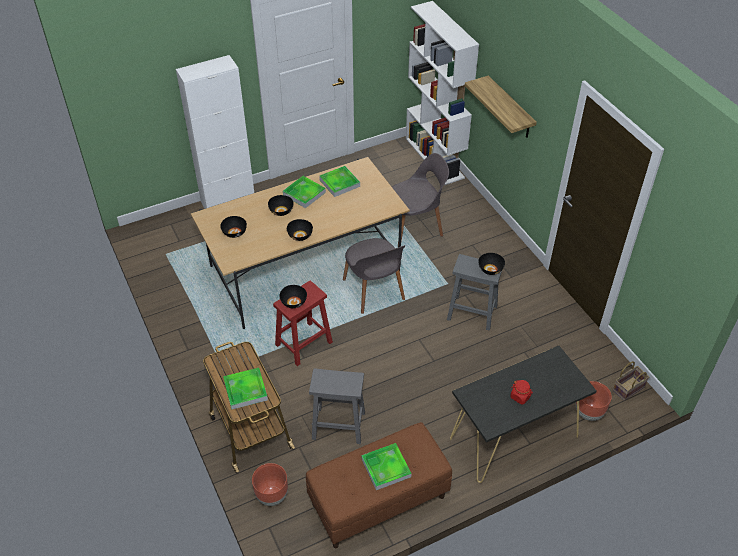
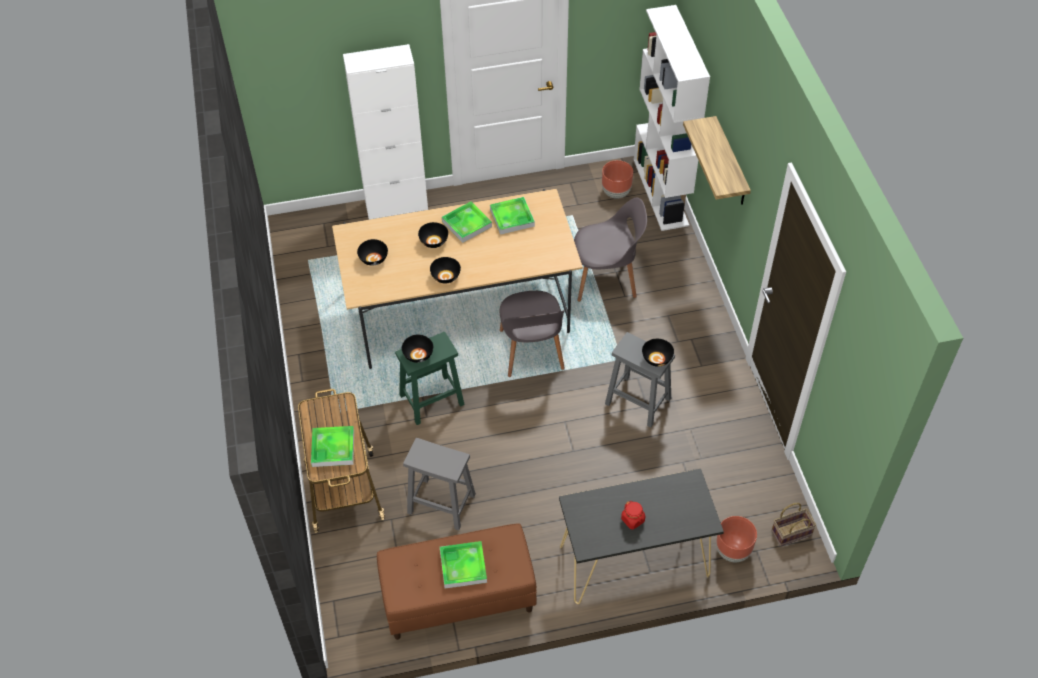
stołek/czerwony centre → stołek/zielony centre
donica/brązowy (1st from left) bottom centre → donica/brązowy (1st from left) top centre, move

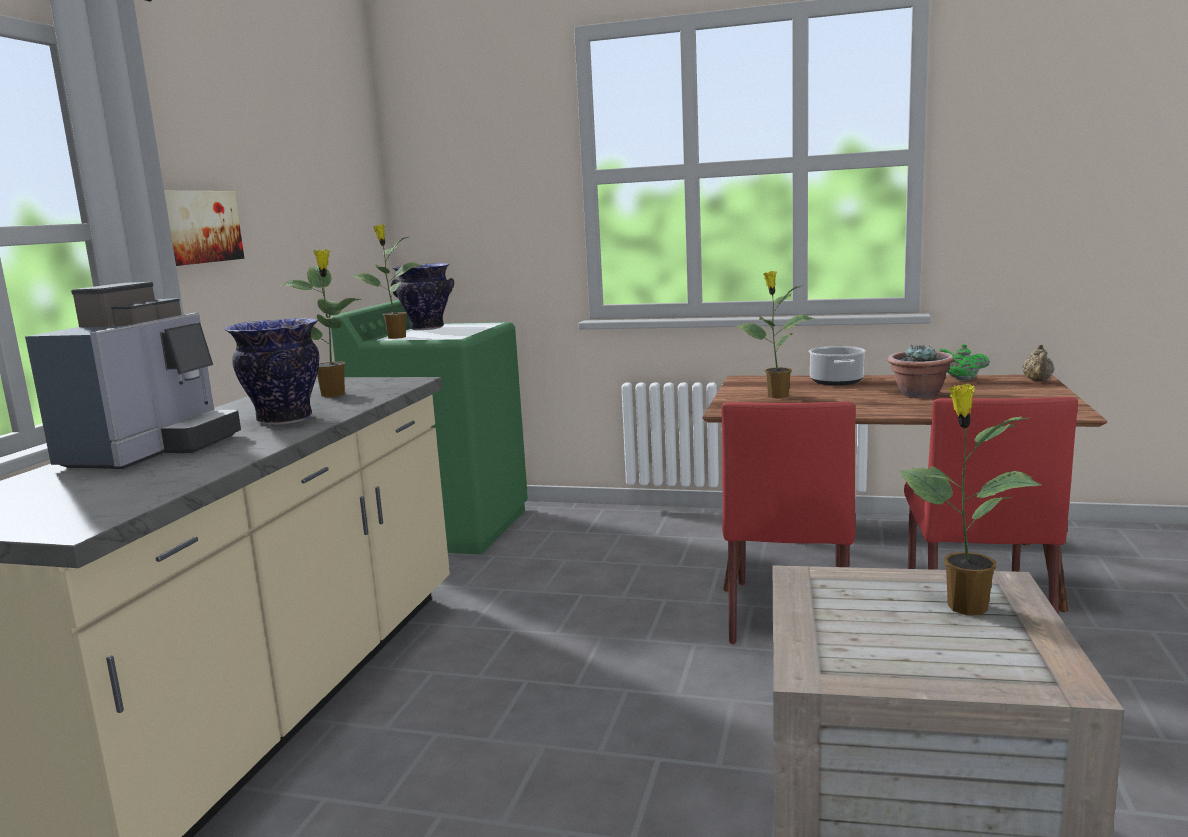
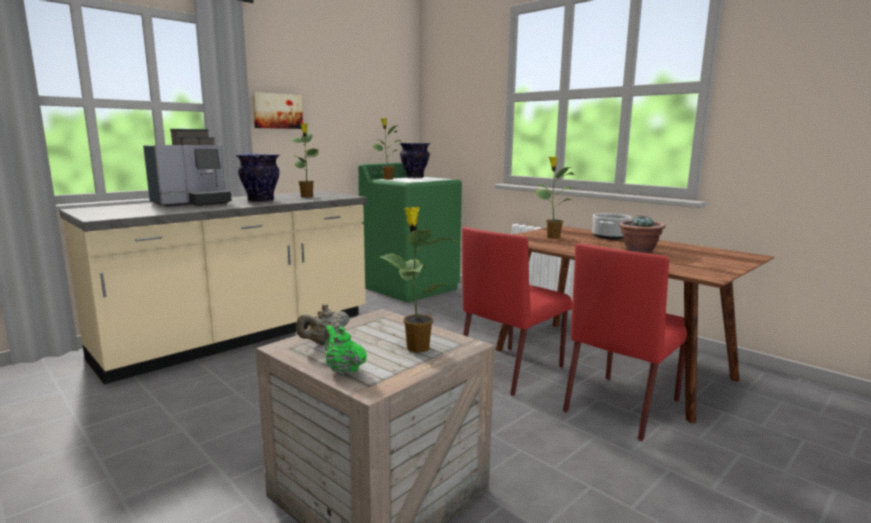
imbryk/beżowy middle right → imbryk/beżowy centre, move
imbryk/zielony middle right → imbryk/zielony bottom centre, move

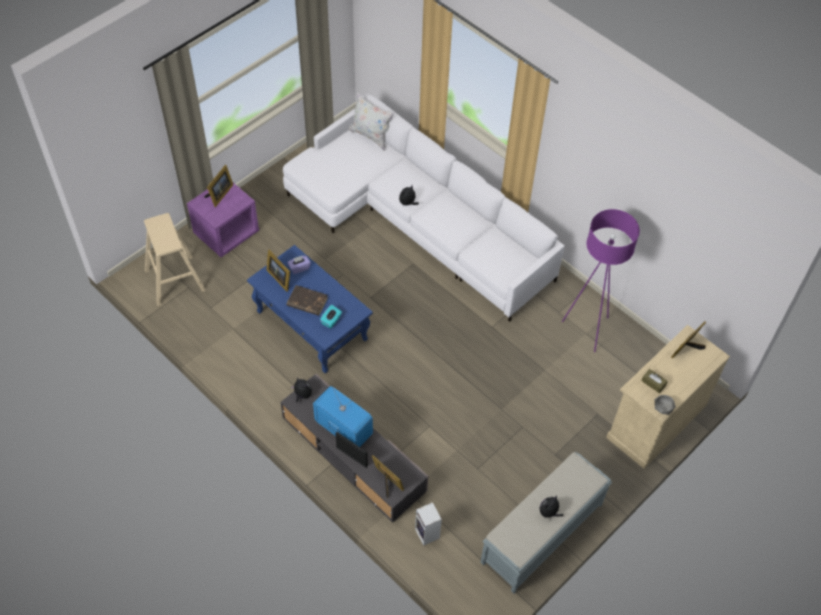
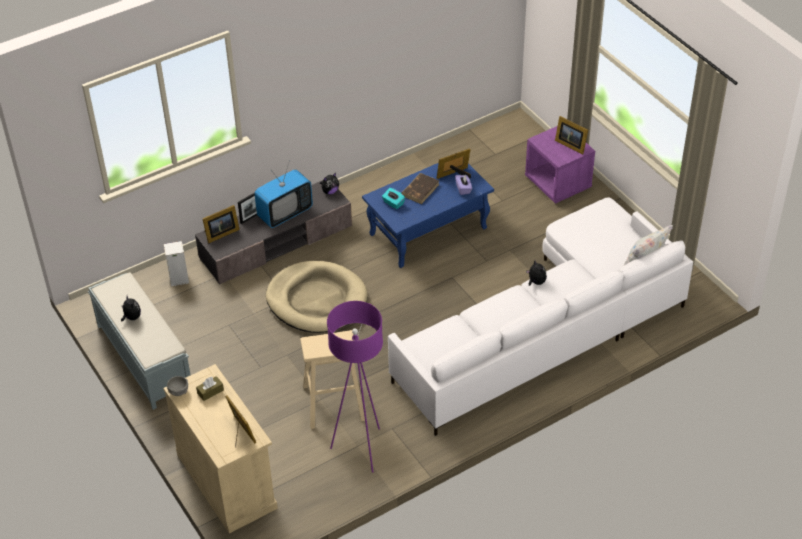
- → legowisko/beżowy centre
stołek/beżowy middle left → stołek/beżowy bottom centre, move

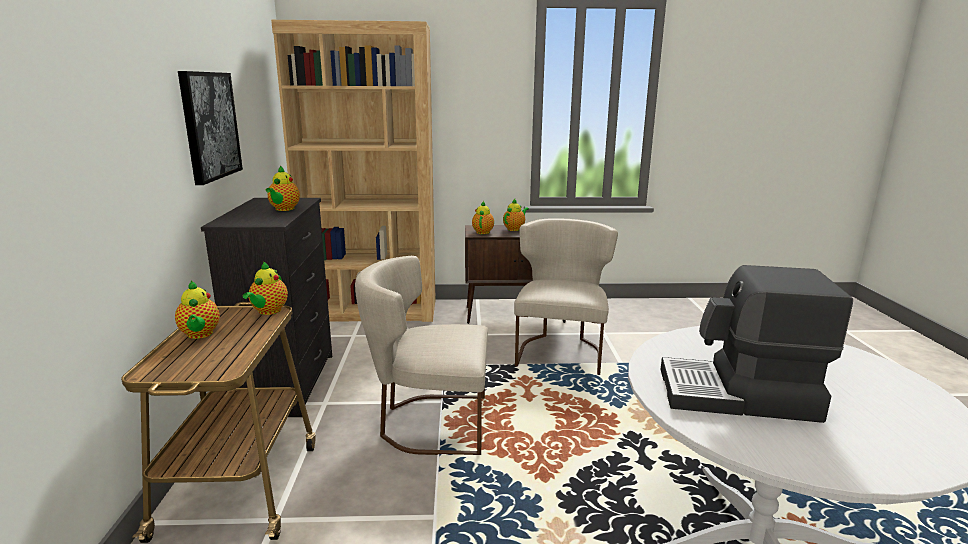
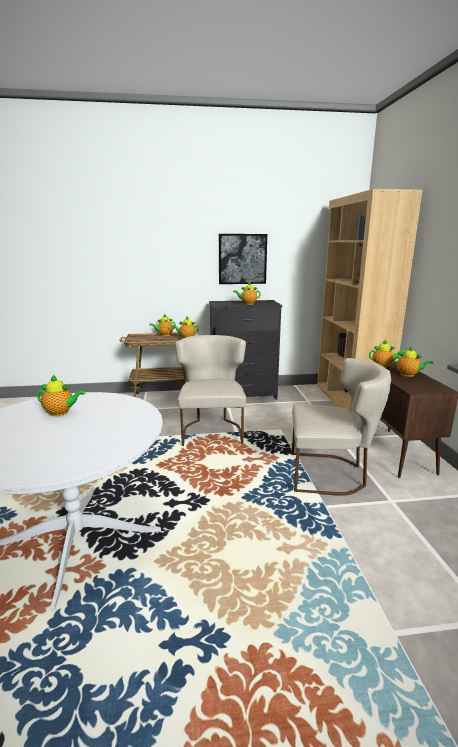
ekspres do kawy middle right → imbryk (1st from left) middle left

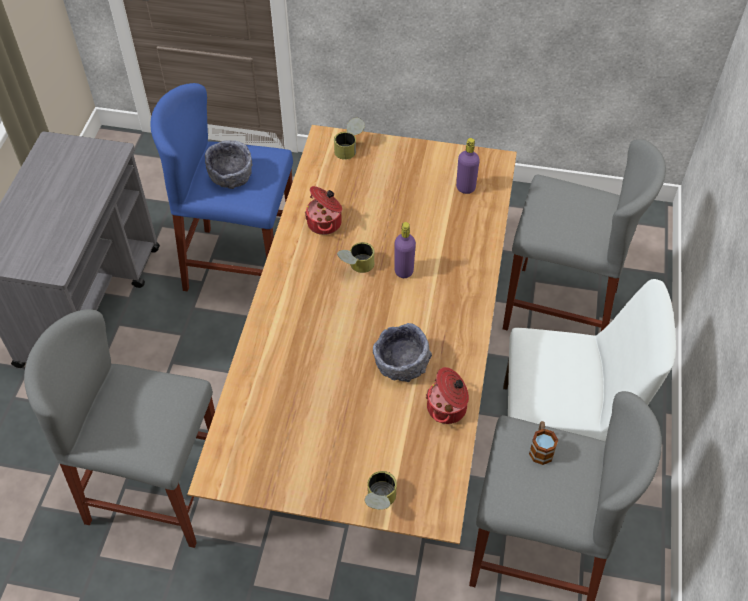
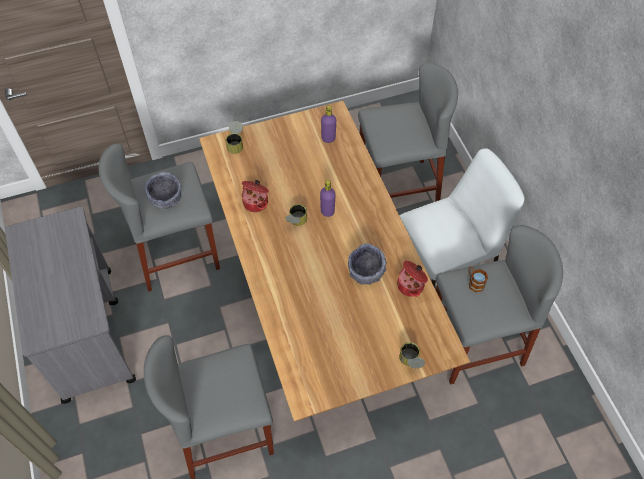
stołek/niebieski top left → stołek/szary (1st from left) middle left

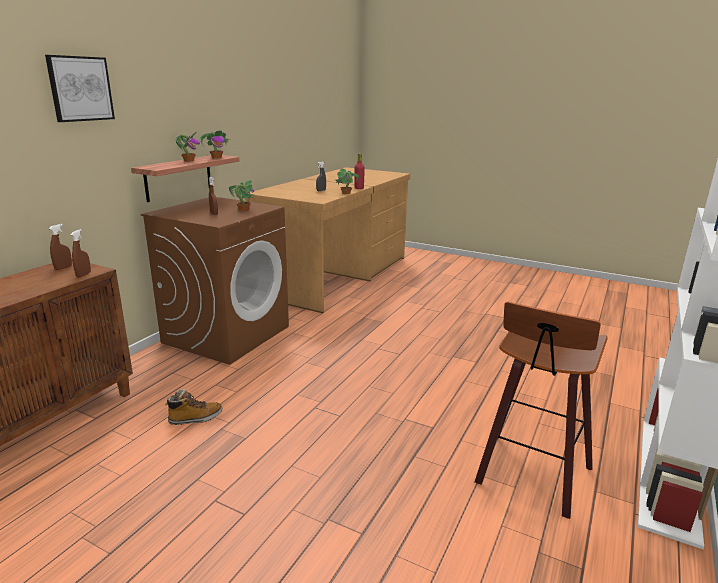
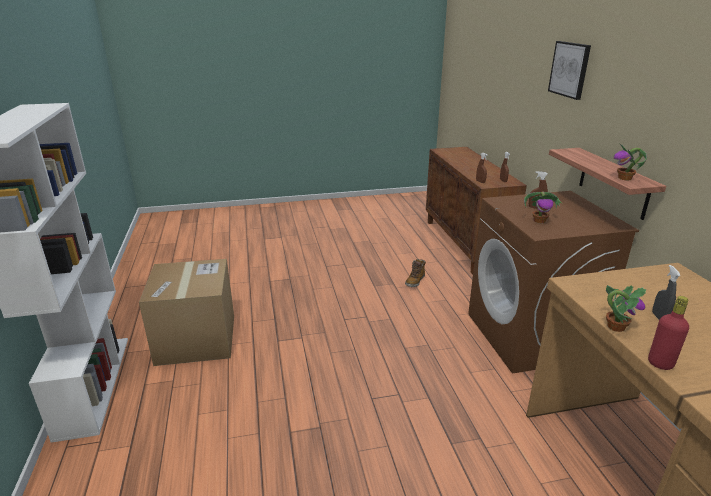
stołek bottom right → karton middle left
roślina doniczkowa (1st from left) top left → -

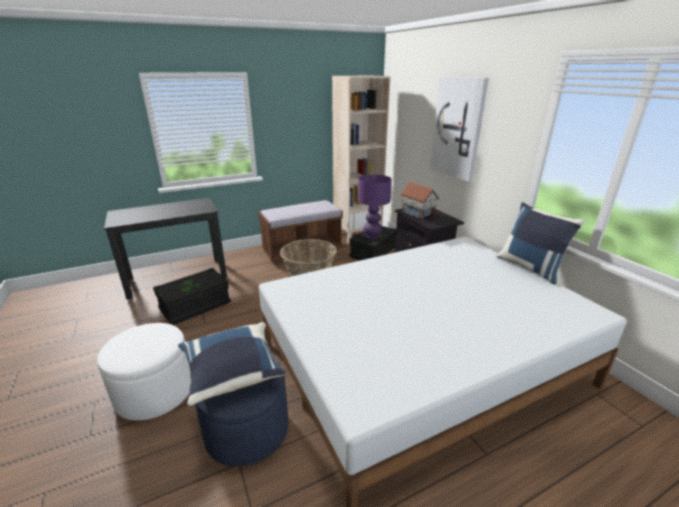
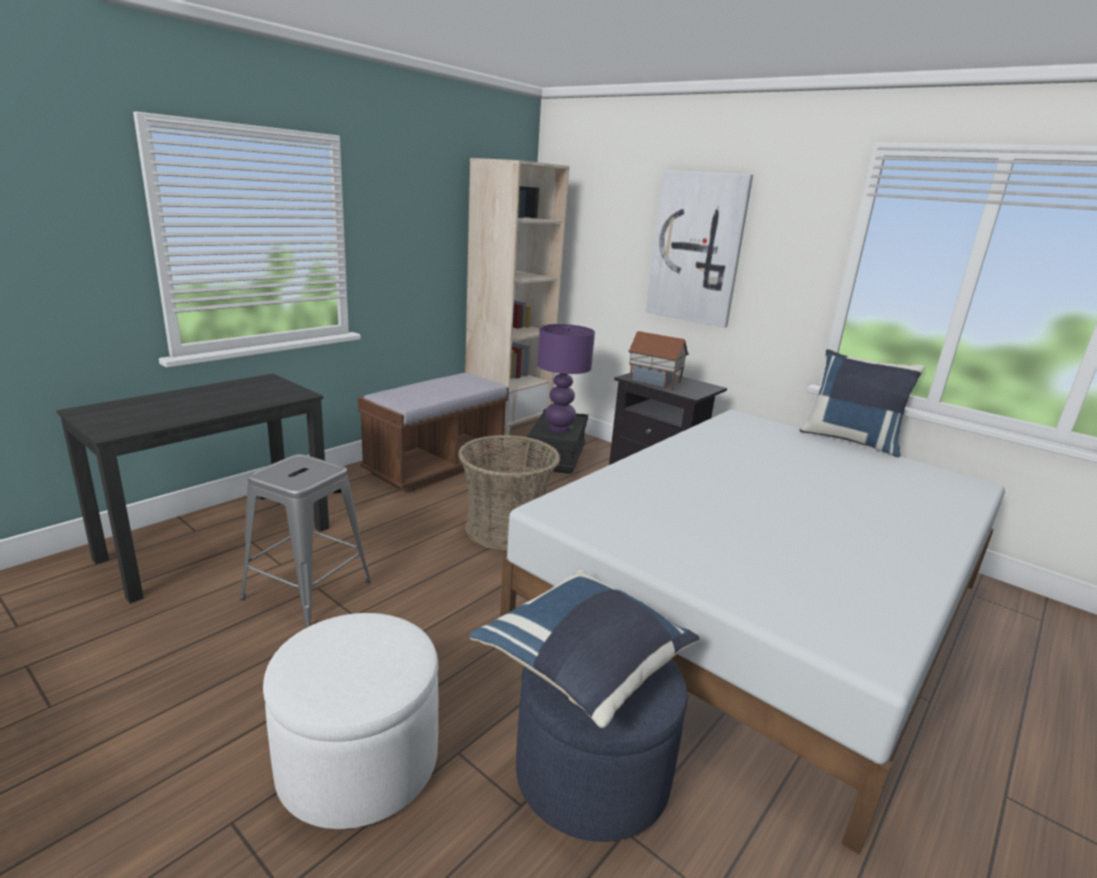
pojemnik do przechowywania/czarny (1st from left) middle left → stołek/szary middle left

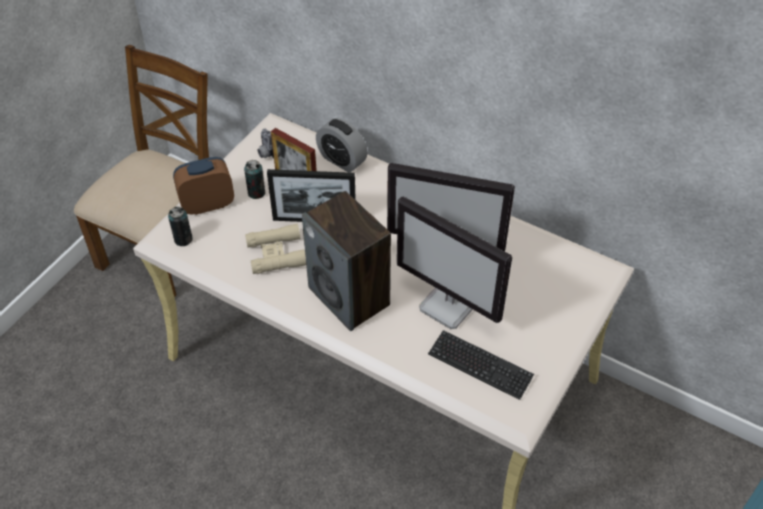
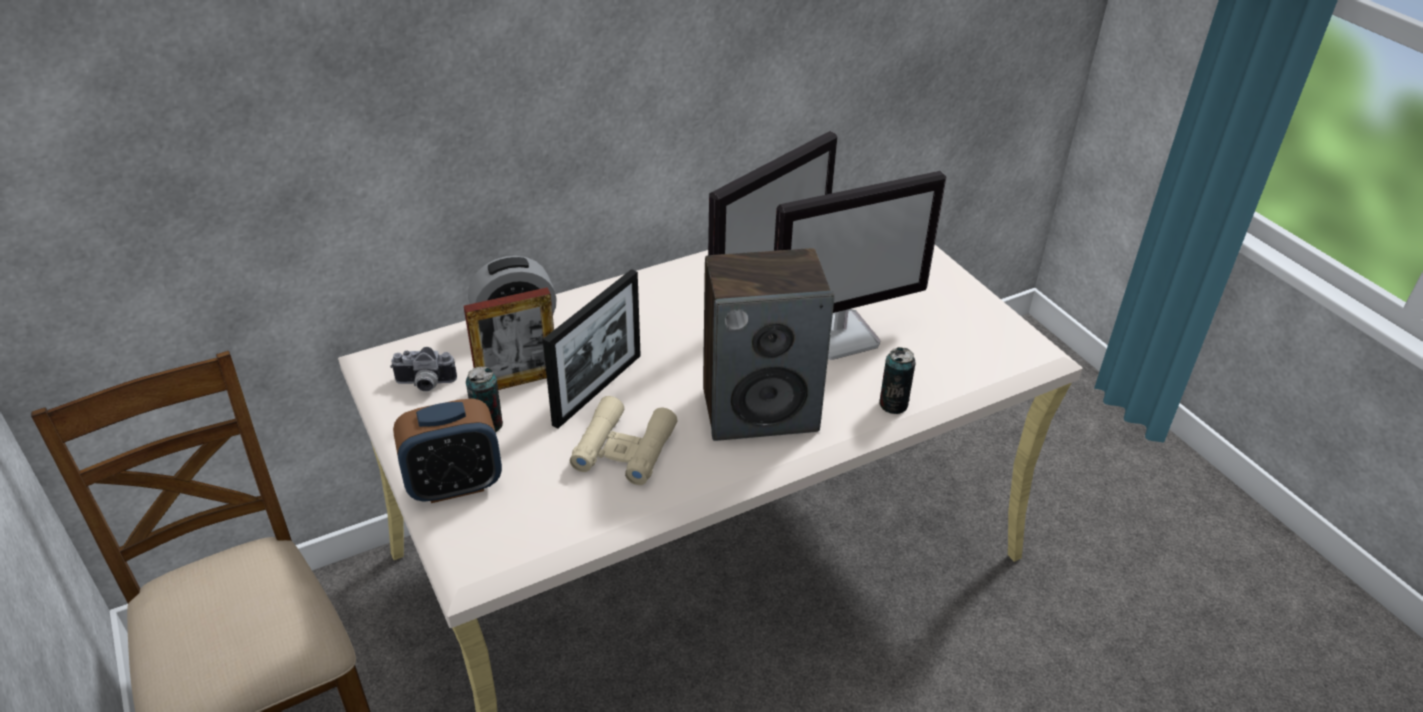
budzik (1st from left) middle left, 120 degrees counterclockwise
puszka (1st from left in the first image) middle left → puszka (2nd from left) centre, move
klawiatura bottom centre → -

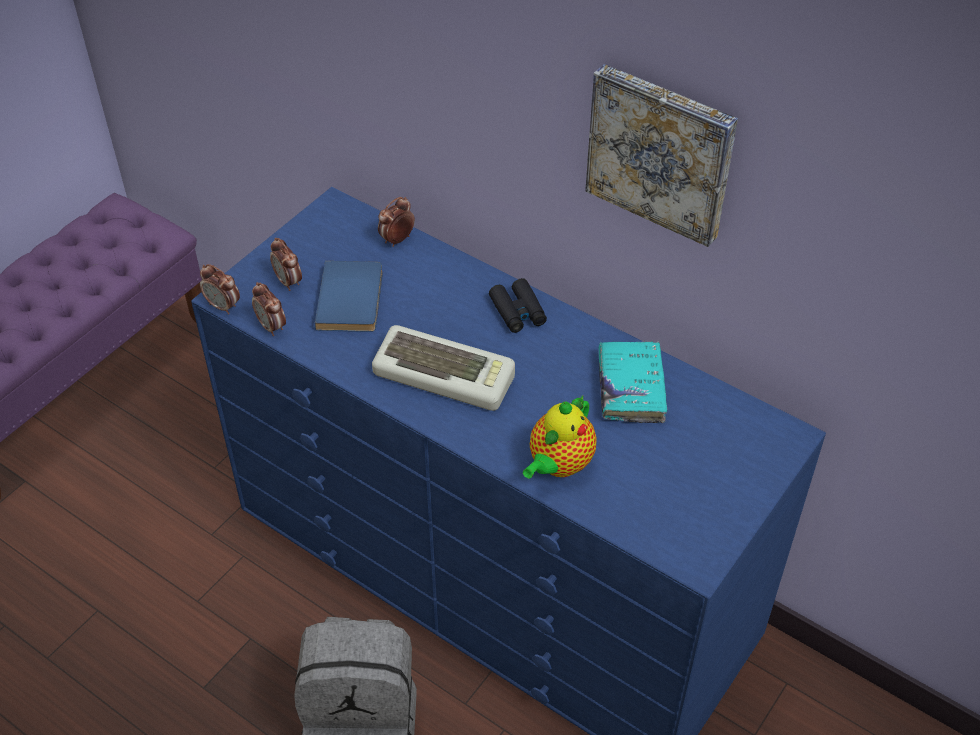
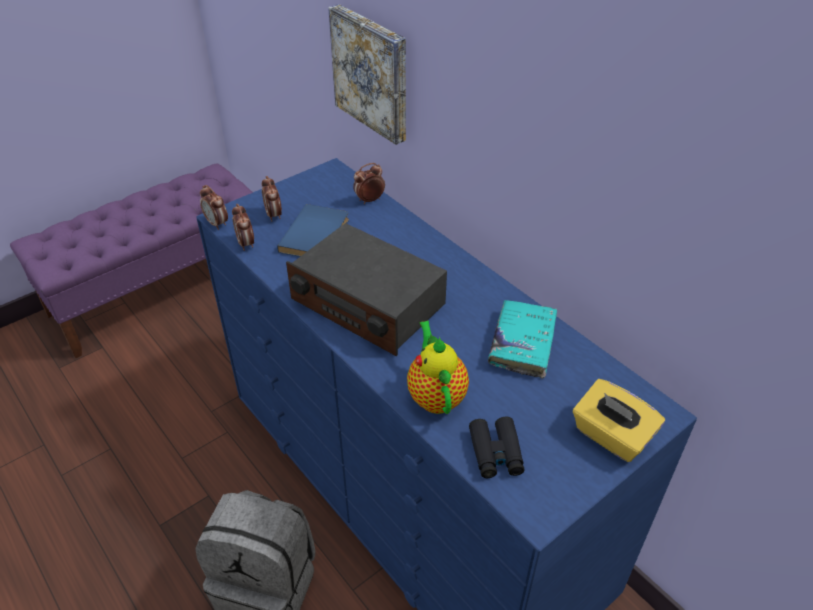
klawiatura centre → radio centre
obraz top right → obraz top centre, move
imbryk centre, 120 degrees clockwise
lornetka/czarny centre → lornetka/czarny bottom centre, move
- → pudełko chusteczek/żółty bottom right

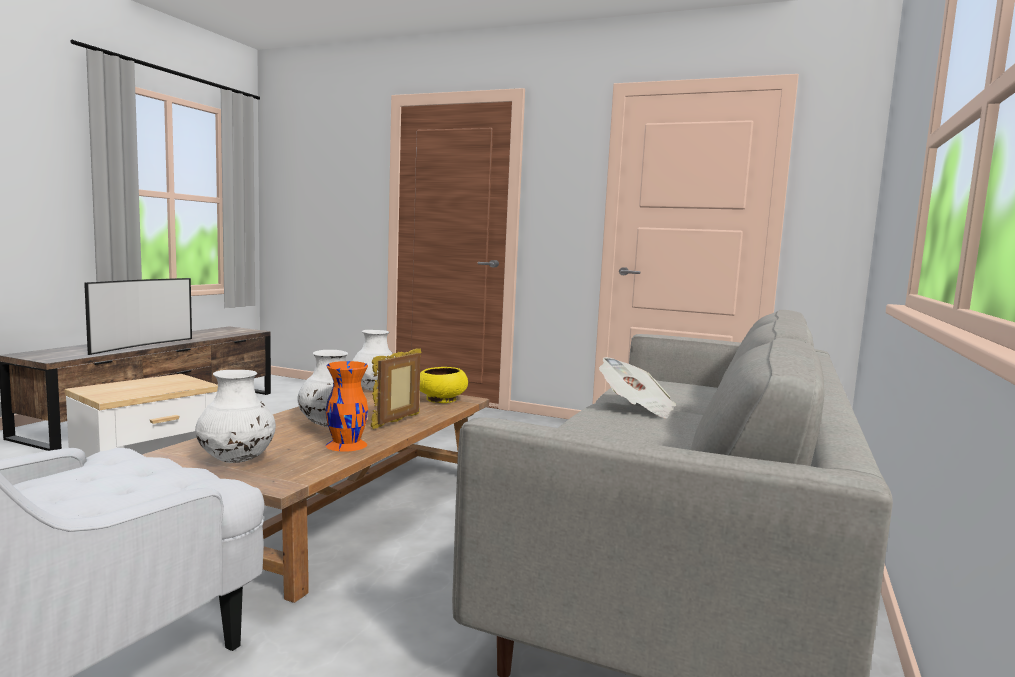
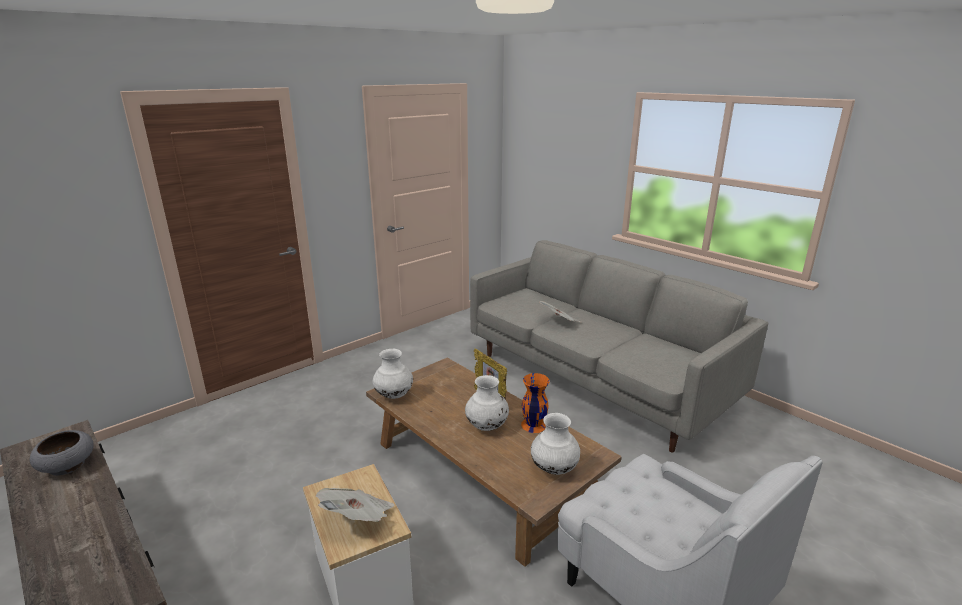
- → miska/szary bottom left
- → gazeta (1st from left) bottom centre
telewizor middle left → -
miska/żółty centre → -

